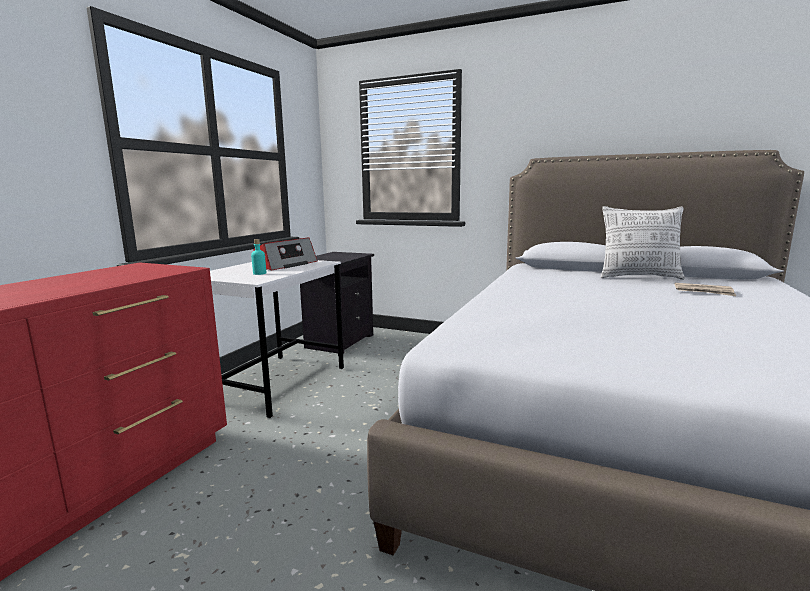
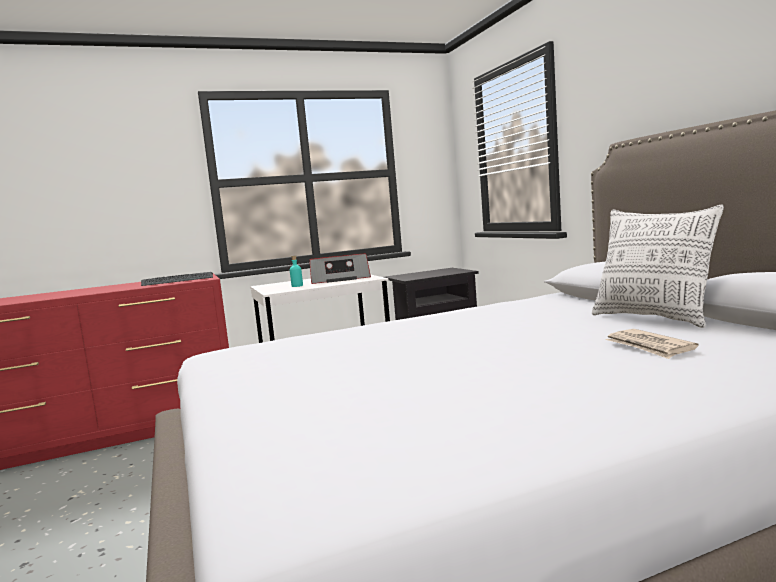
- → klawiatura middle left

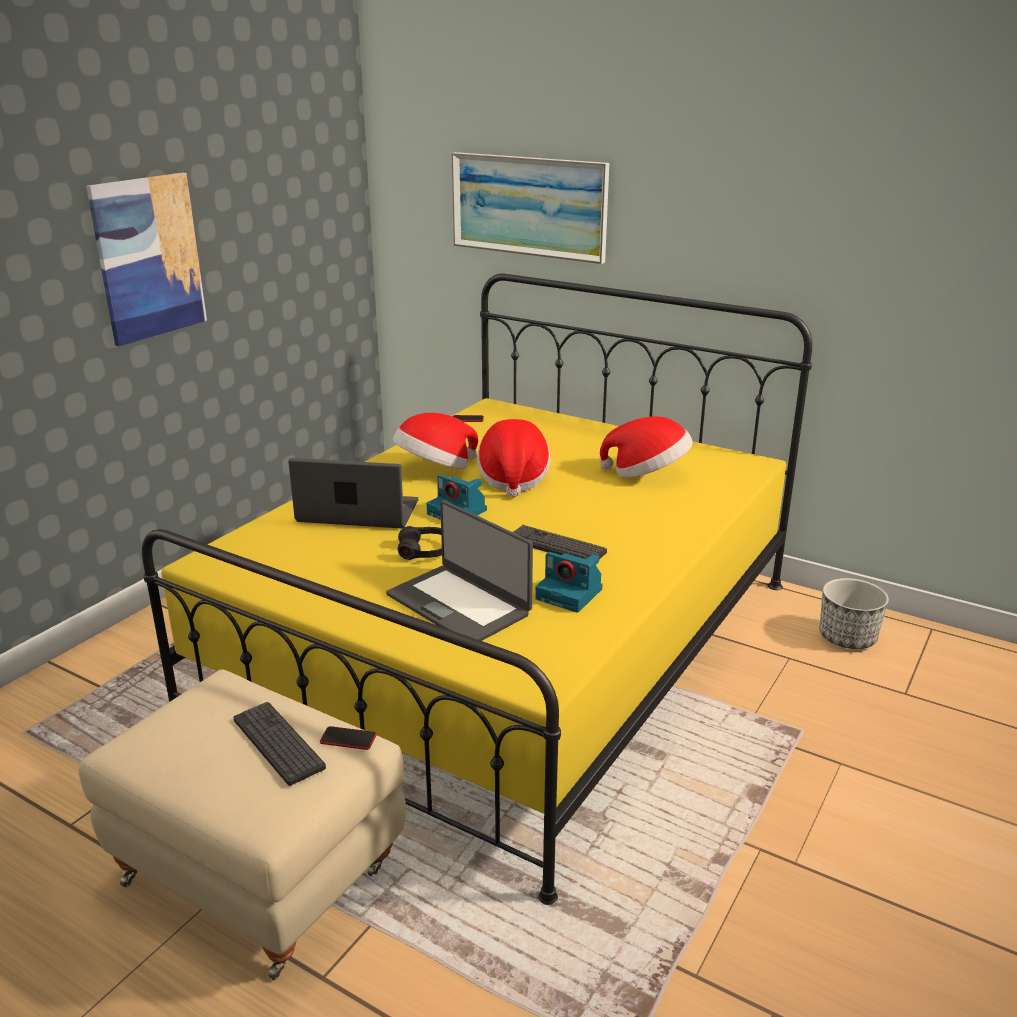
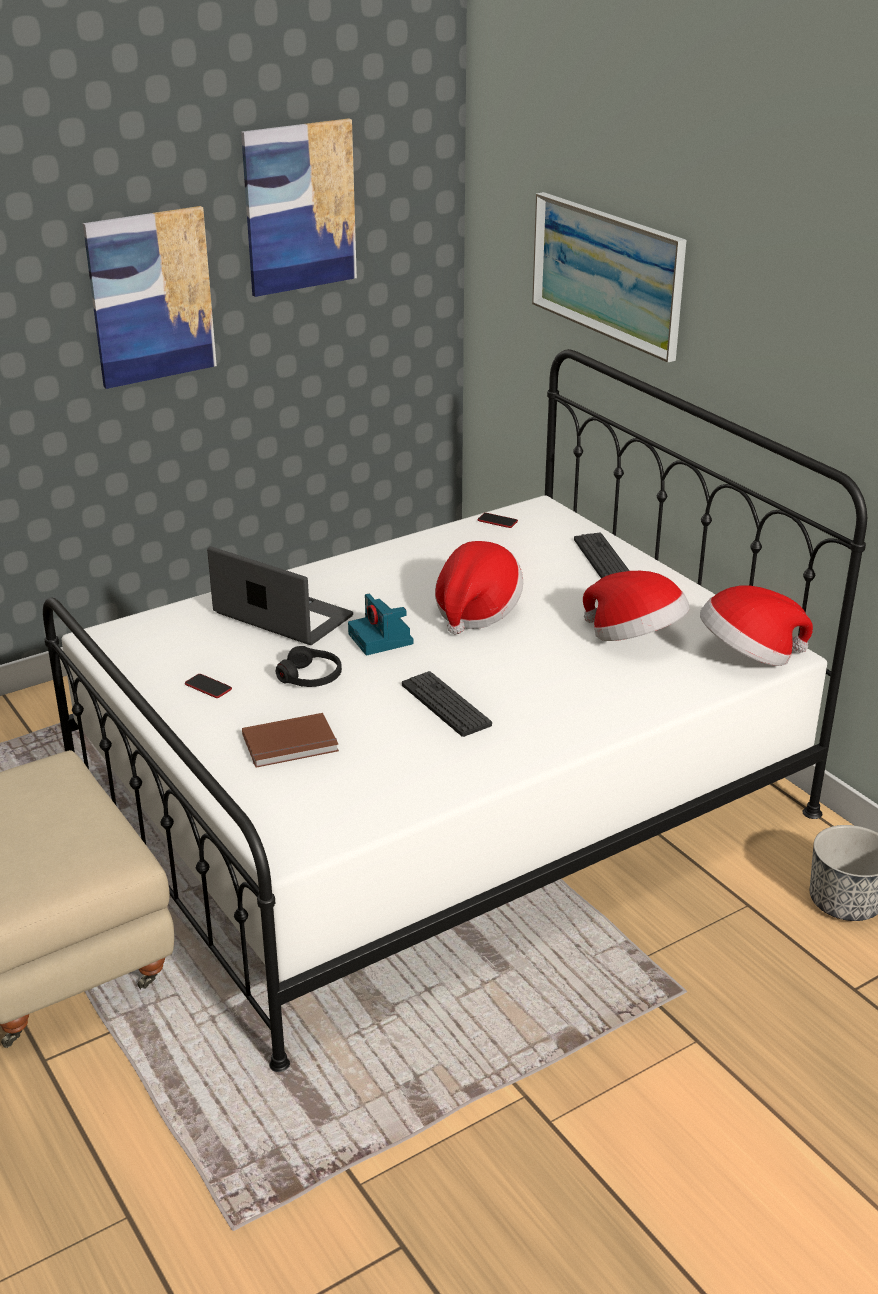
łóżko/żółty centre → łóżko/biały centre
telefon (1st from left) bottom centre → telefon (1st from left) middle left, move
- → obraz (2nd from left) top centre
laptop (2nd from left) centre → książka/brązowy middle left
klawiatura (1st from left in the first image) bottom left → klawiatura (2nd from left) middle right, move
kapelusz (1st from left in the first image) centre → kapelusz (3rd from left) middle right, move
aparat fotograficzny (2nd from left) centre → -

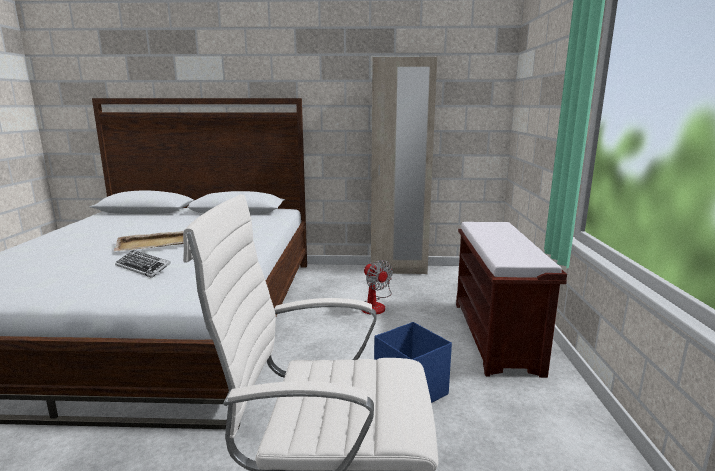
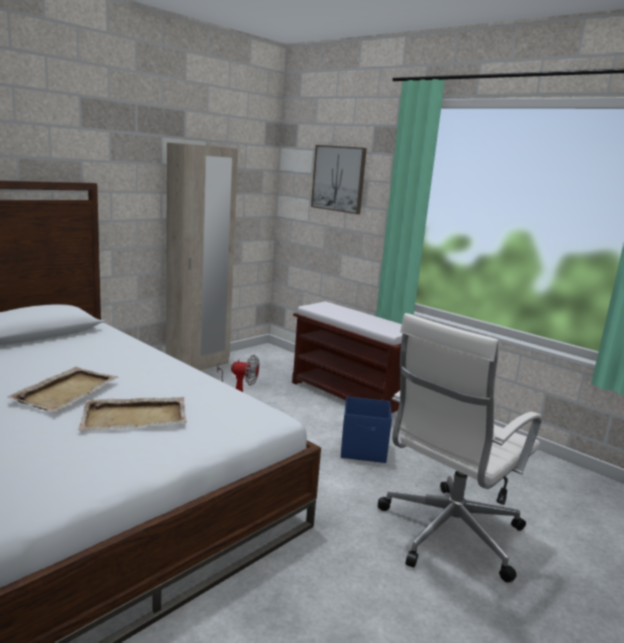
klawiatura middle left → taca/beżowy (2nd from left) middle left
- → obraz top centre

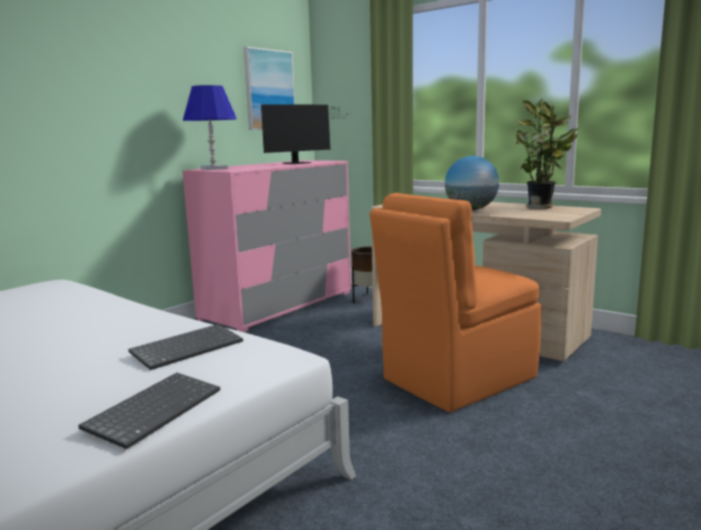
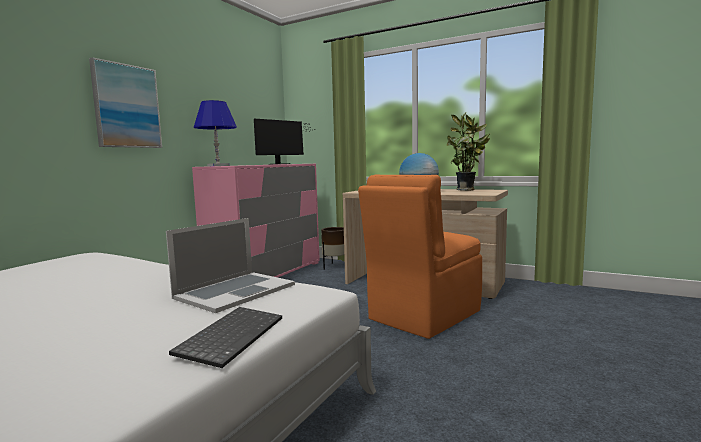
obraz top centre → obraz top left, move
klawiatura (2nd from left) middle left → laptop middle left

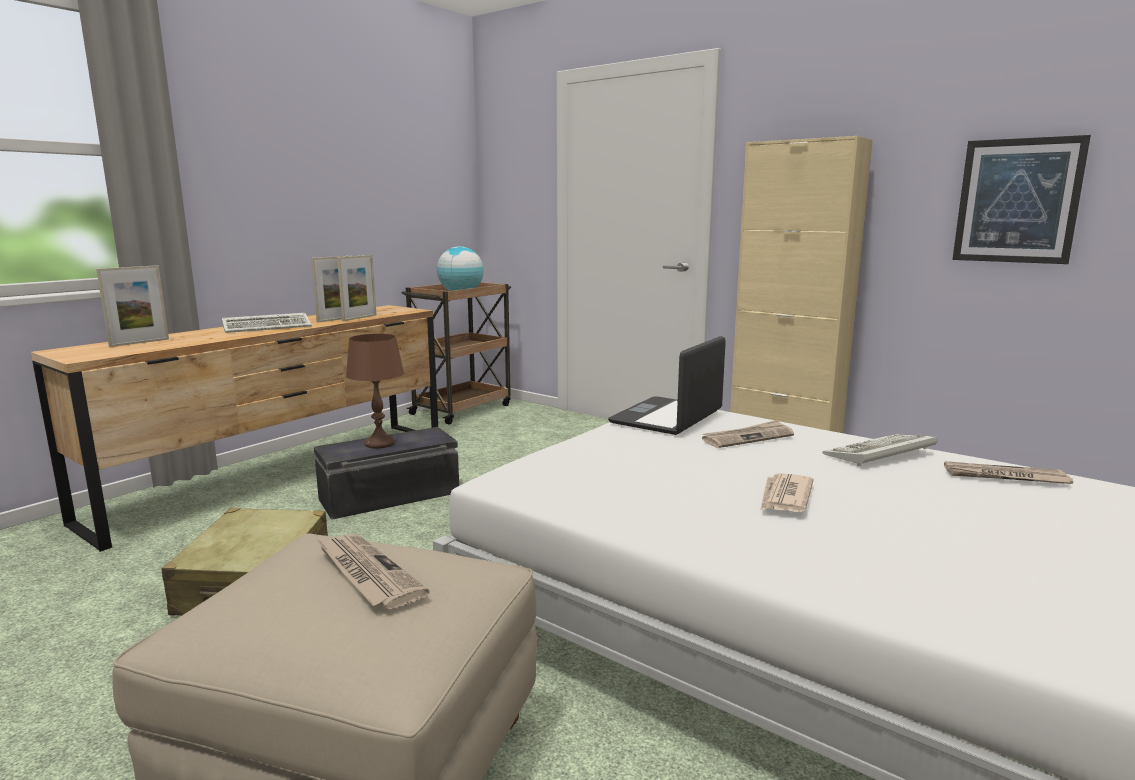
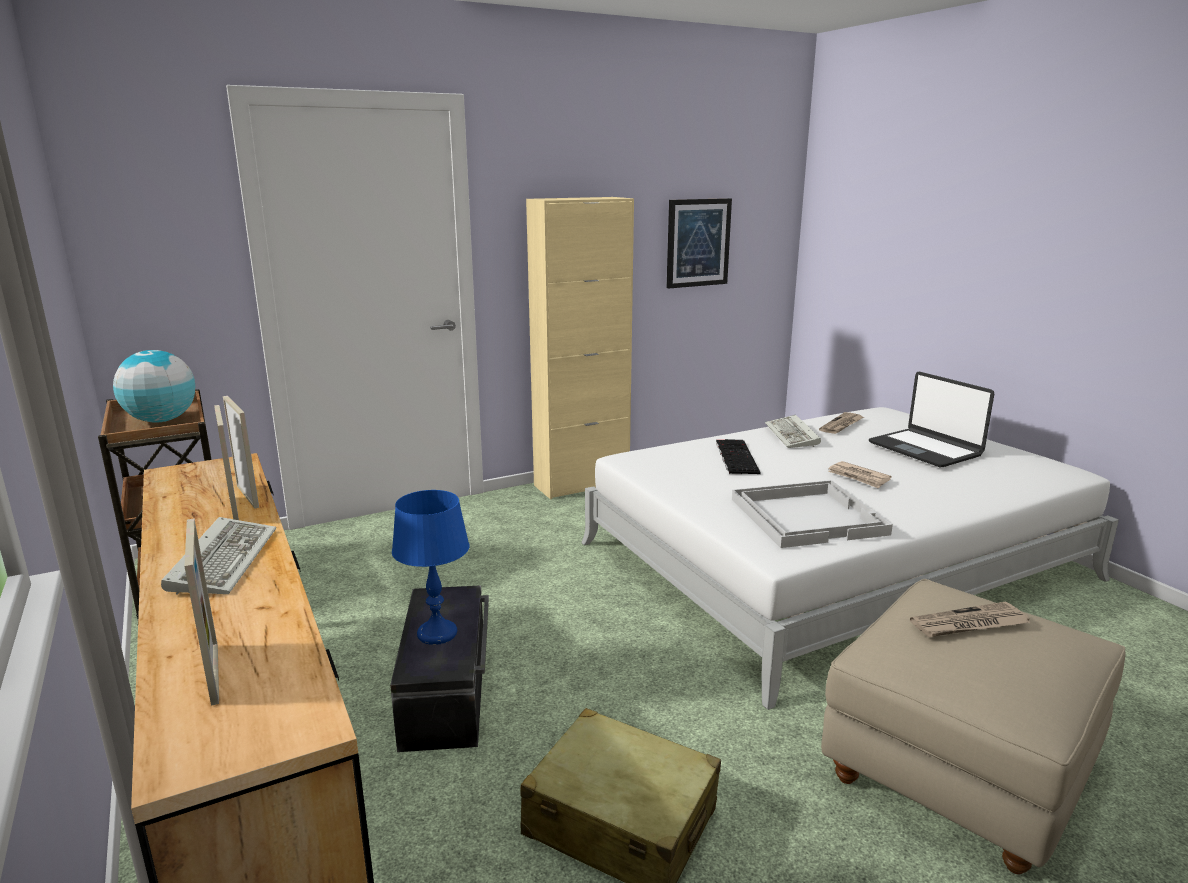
lampa stołowa/brązowy middle left → lampa stołowa/niebieski centre
gazeta (2nd from left) centre → klawiatura (2nd from left) centre
- → taca/biały middle right
laptop centre → laptop middle right, move

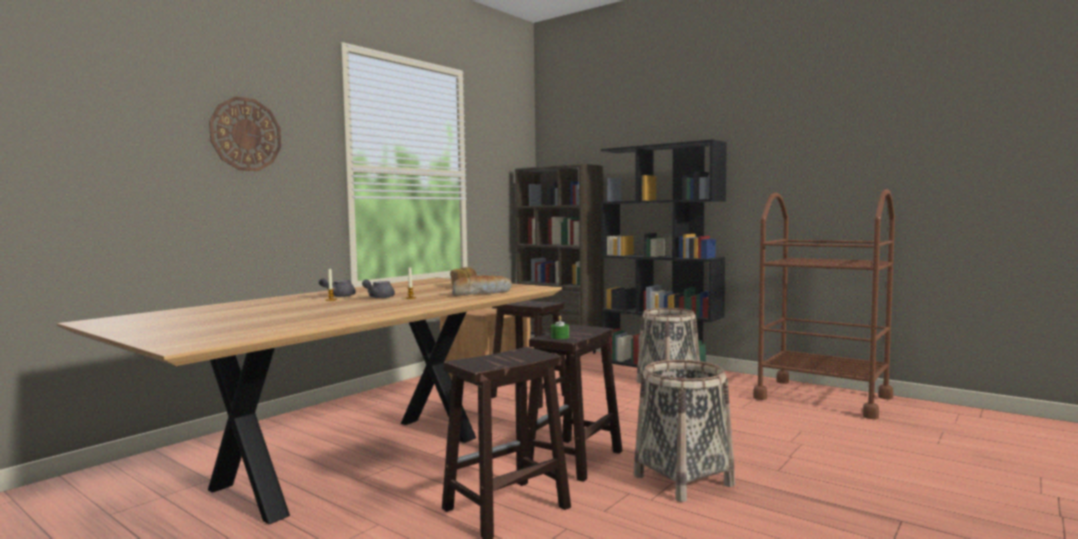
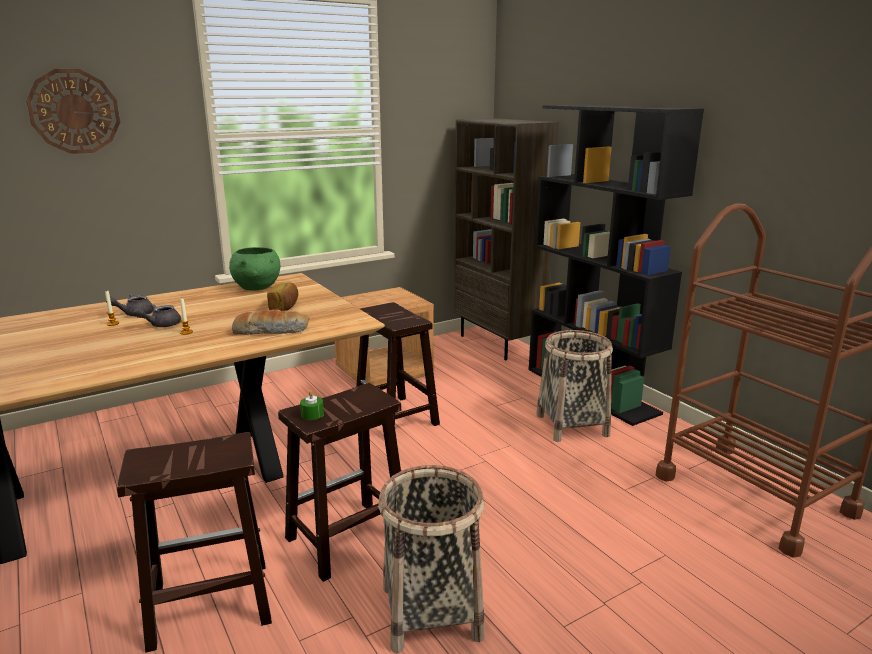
- → miska/zielony middle left

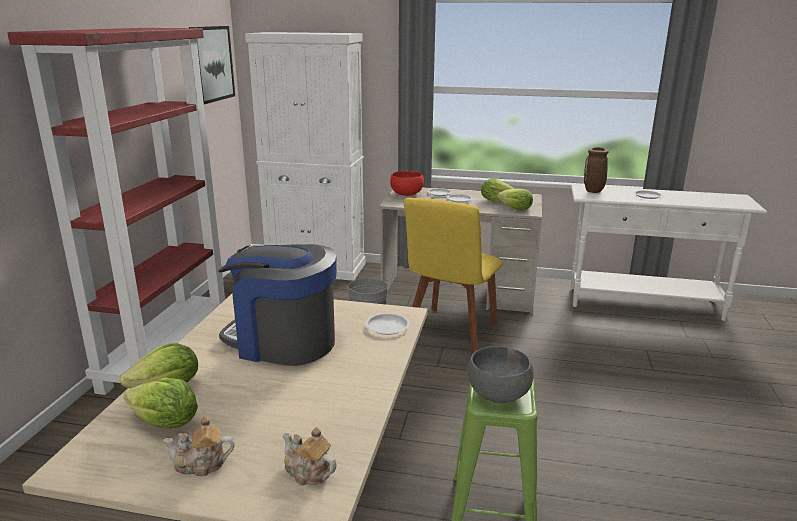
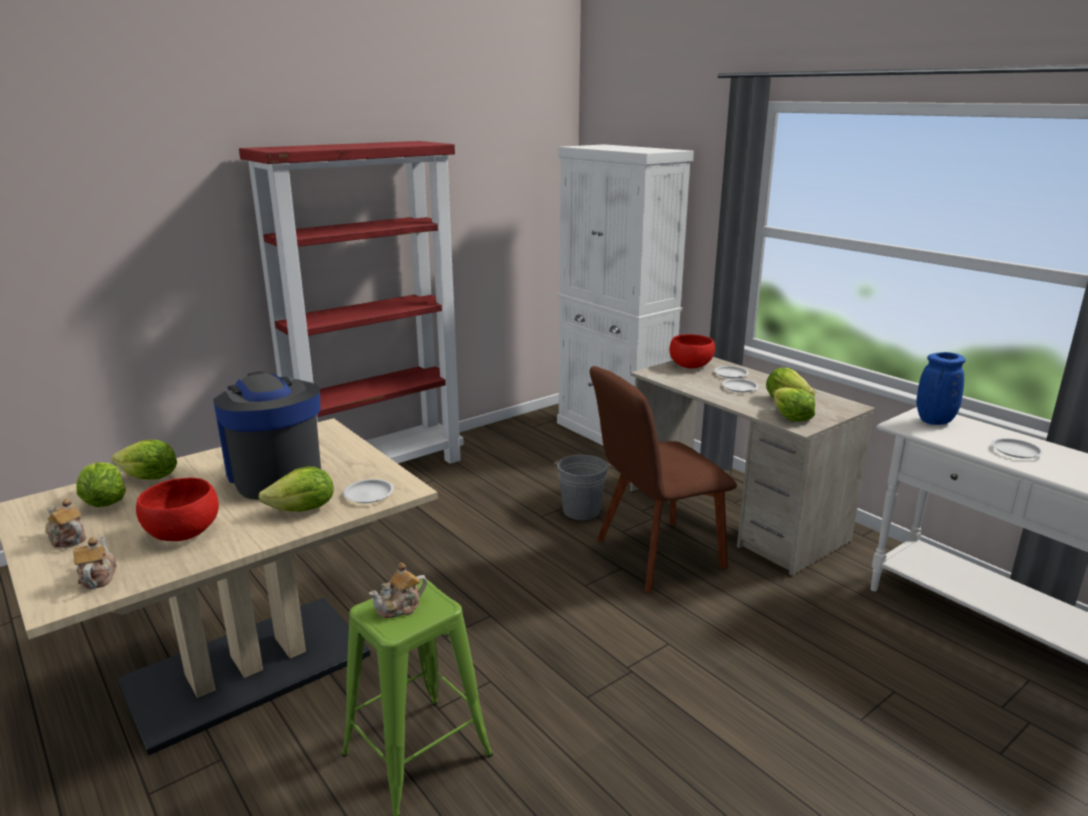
- → miska/czerwony (1st from left) middle left
- → sałata (3rd from left) middle left
miska/szary bottom centre → imbryk (3rd from left) bottom centre
krzesło/żółty centre → krzesło/brązowy centre
wazon/brązowy top right → wazon/niebieski middle right
obraz top left → -

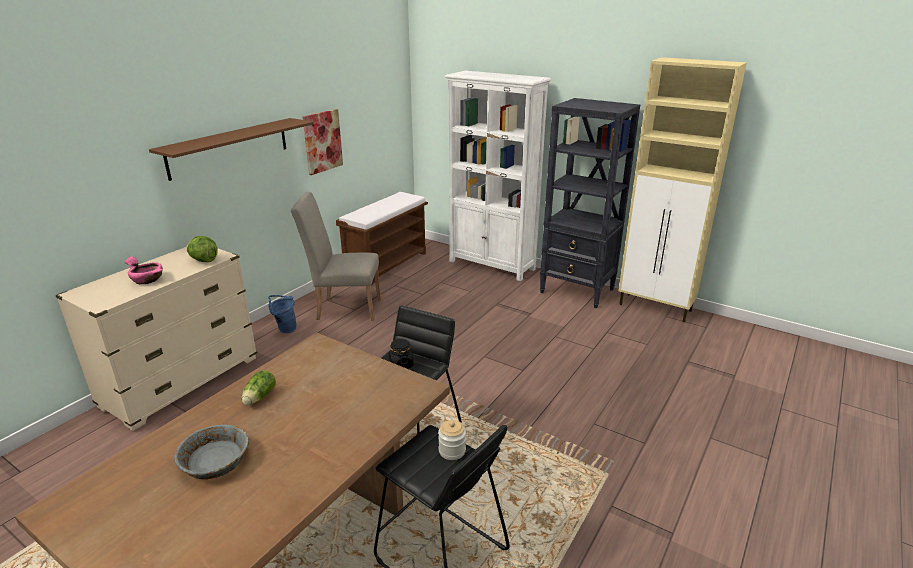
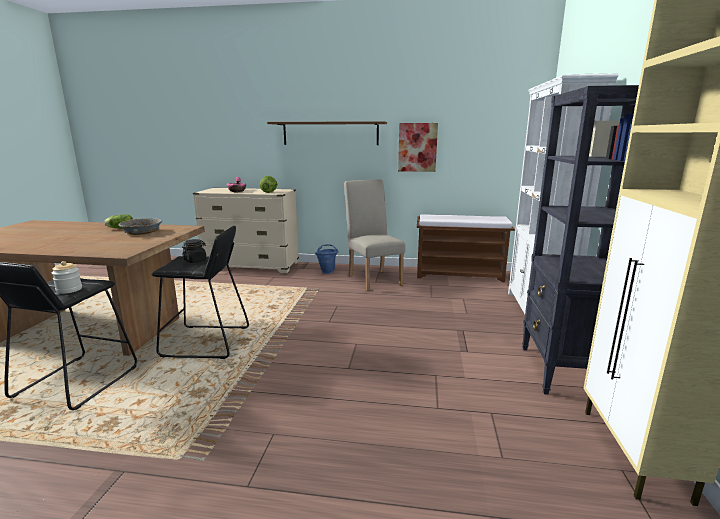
miska/szary bottom left → miska/szary middle left, move

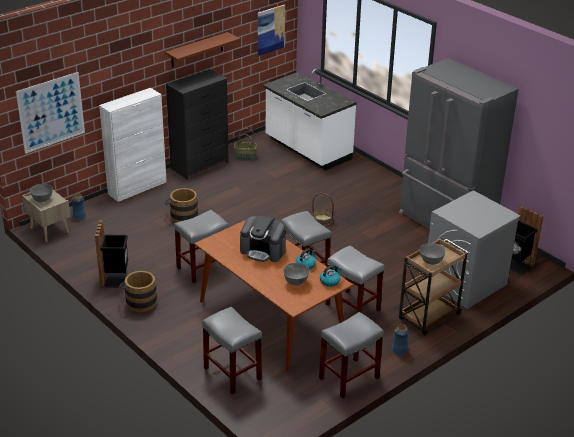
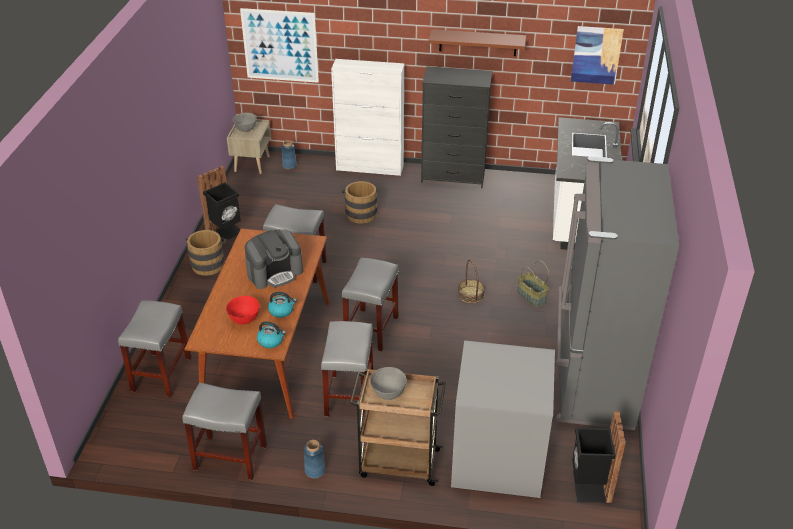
miska/szary (2nd from left) centre → miska/czerwony middle left
ekspres do kawy centre, 105 degrees counterclockwise
koszyk (1st from left in the first image) top centre → koszyk (2nd from left) middle right, move

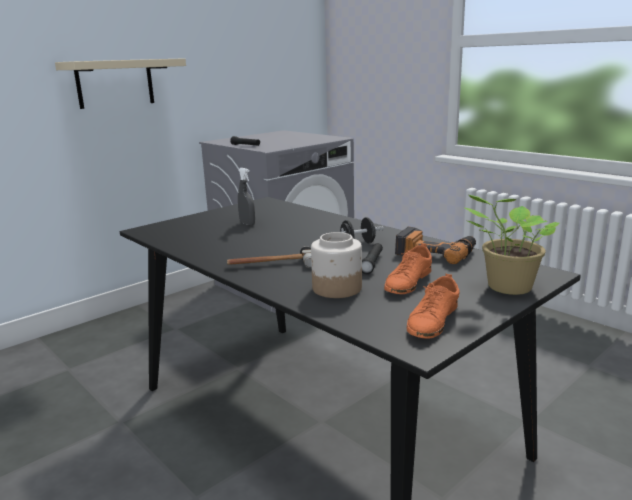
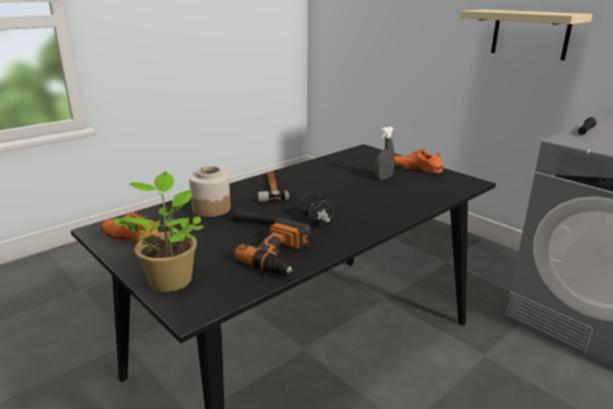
but/pomarańczowy (1st from left in the first image) centre → but/pomarańczowy (2nd from left) middle right, move

